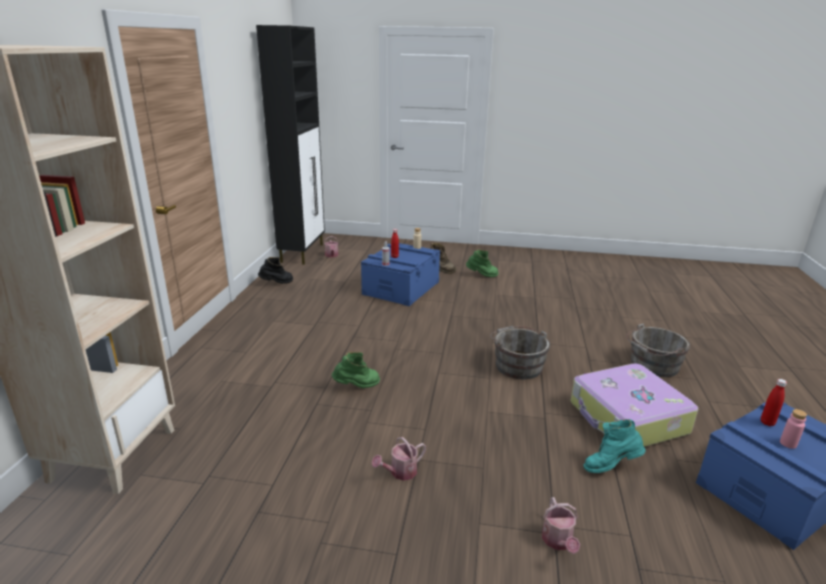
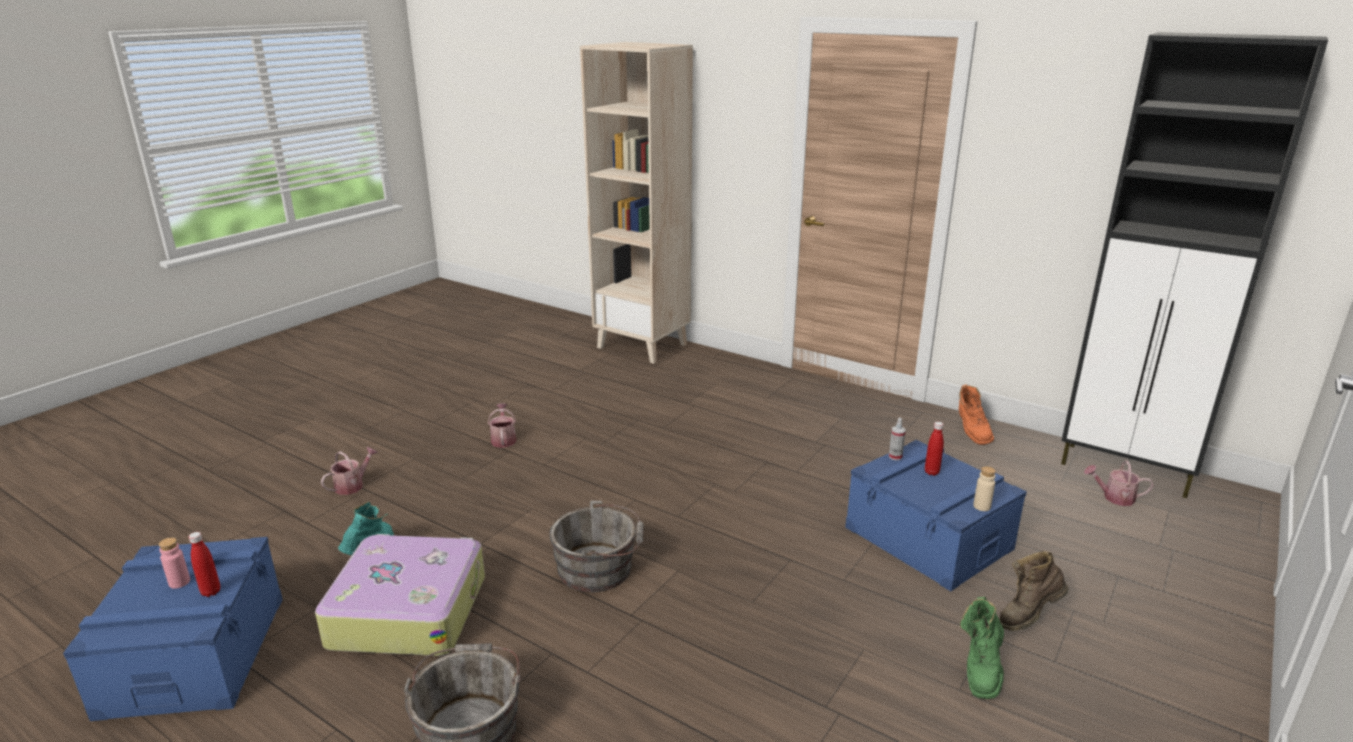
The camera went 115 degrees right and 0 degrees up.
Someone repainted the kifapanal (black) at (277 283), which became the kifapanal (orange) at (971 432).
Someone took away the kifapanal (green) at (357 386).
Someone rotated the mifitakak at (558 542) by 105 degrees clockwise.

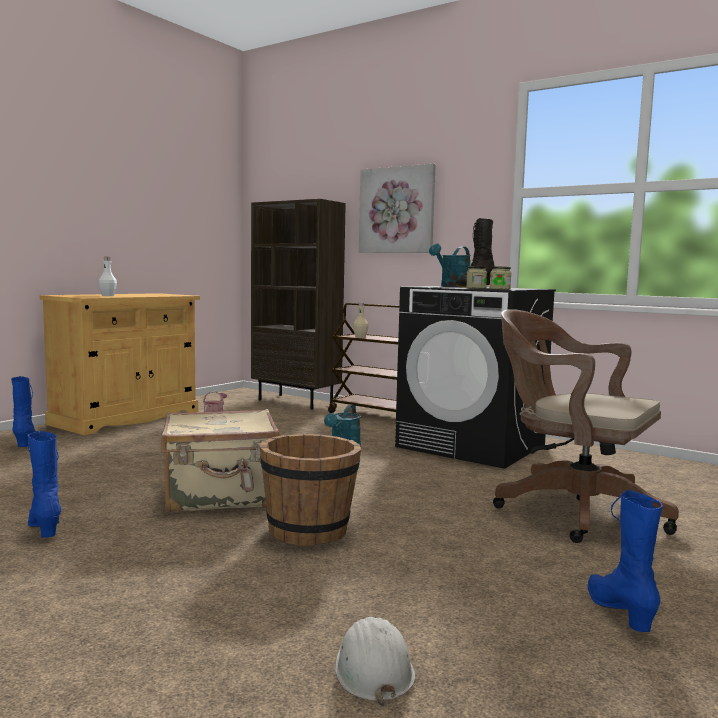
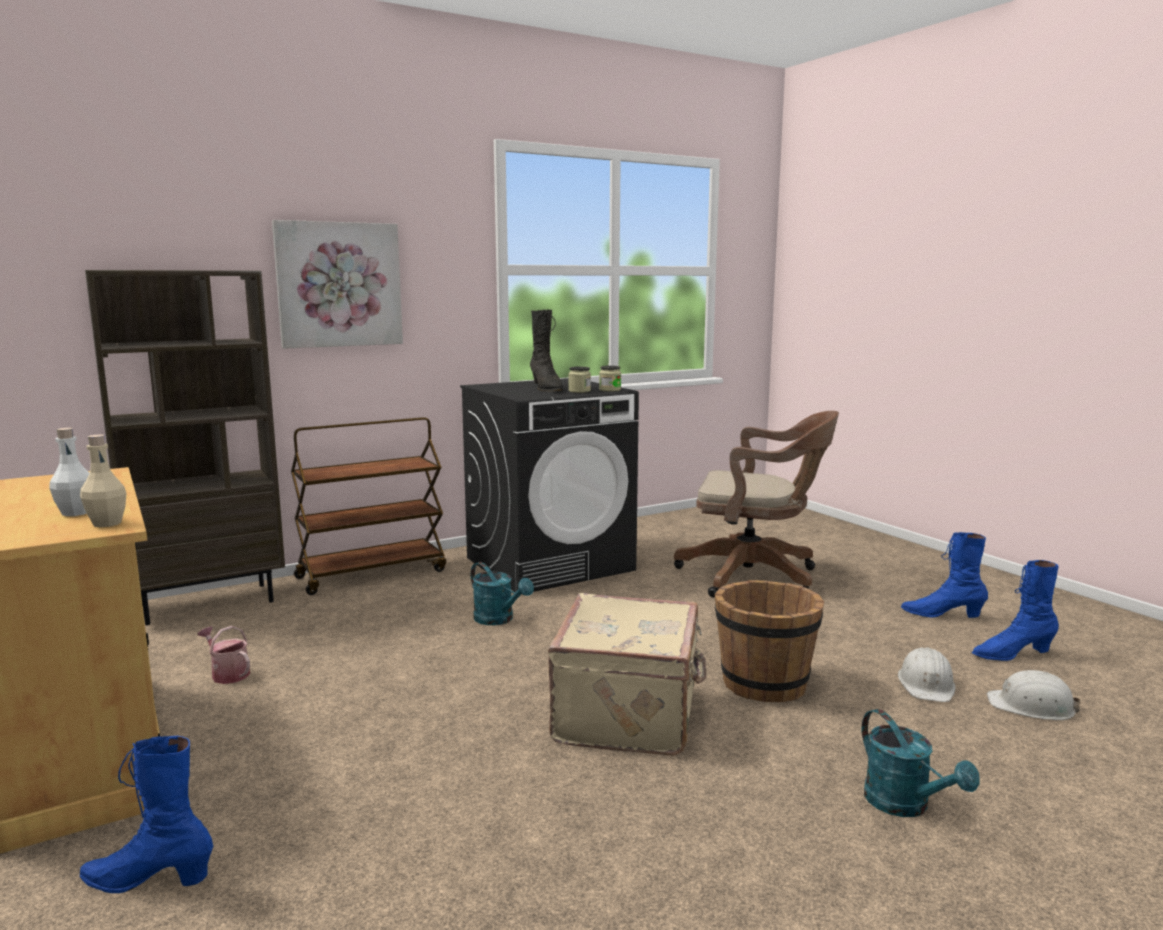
The camera went 65 degrees left and 5 degrees up.
Someone carried the kifapanal (blue) from (45 528) to (1012 654).
Someone carried the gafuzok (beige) from (360 337) to (107 523).
Someone carried the mifitakak (turquoise) from (452 286) to (905 805).
Someone rotated the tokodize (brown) at (571 509) by 135 degrees counterclockwise.
Someone put down the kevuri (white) at (926 684).

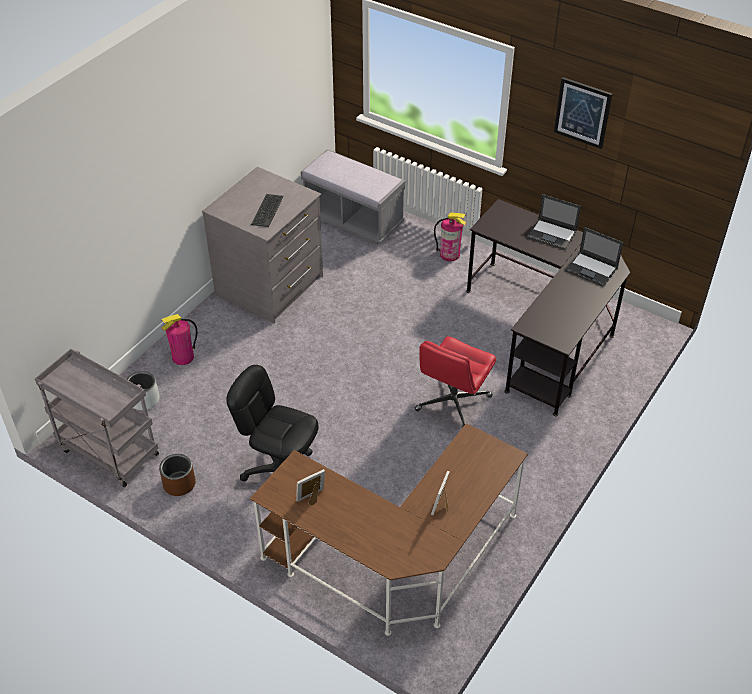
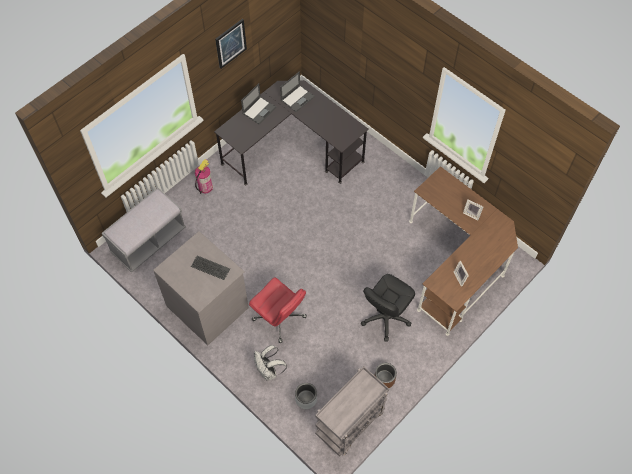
The camera went 80 degrees left and 15 degrees up.
Someone swapped the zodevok at (183 357) for the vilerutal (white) at (269 371).
Someone carried the tokodize (red) from (453 404) to (280 318).

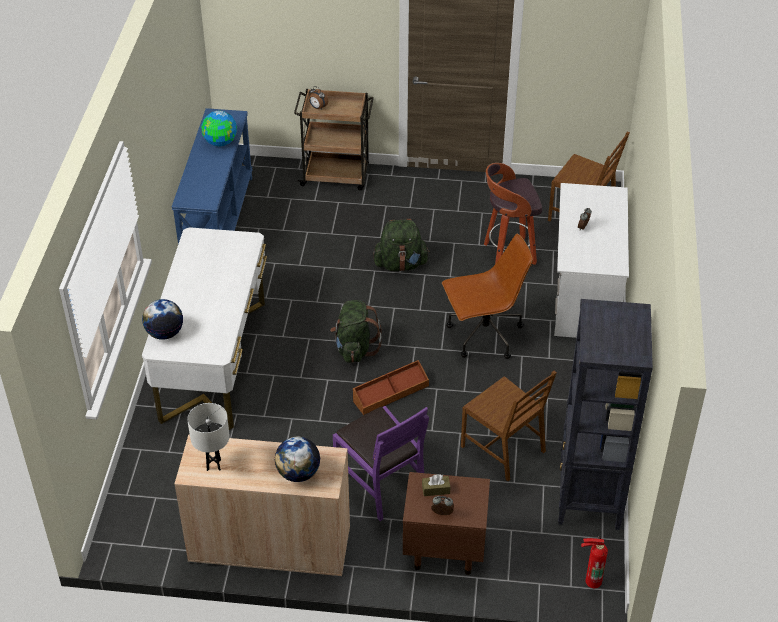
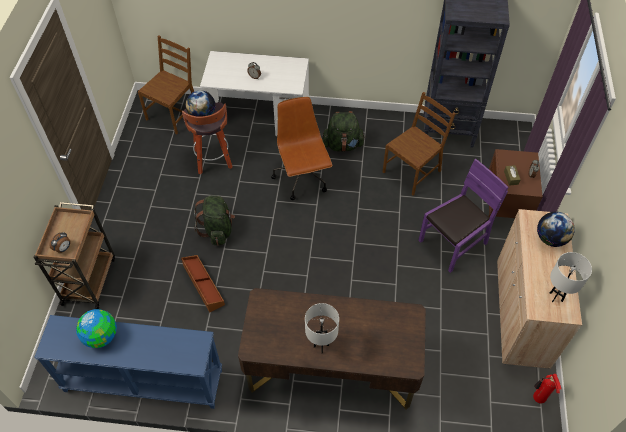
The camera went 90 degrees left and 10 degrees up.
Someone repainted the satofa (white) at (214 360), which became the satofa (brown) at (331 369).
Someone carried the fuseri from (165 333) to (202 115).
Someone carried the vilerutal (green) from (355 348) to (342 145).
Someone carried the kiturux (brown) from (390 393) to (202 285).
Someone carried the zodevok from (591 580) to (538 398).
Someone put down the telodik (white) at (321 346).

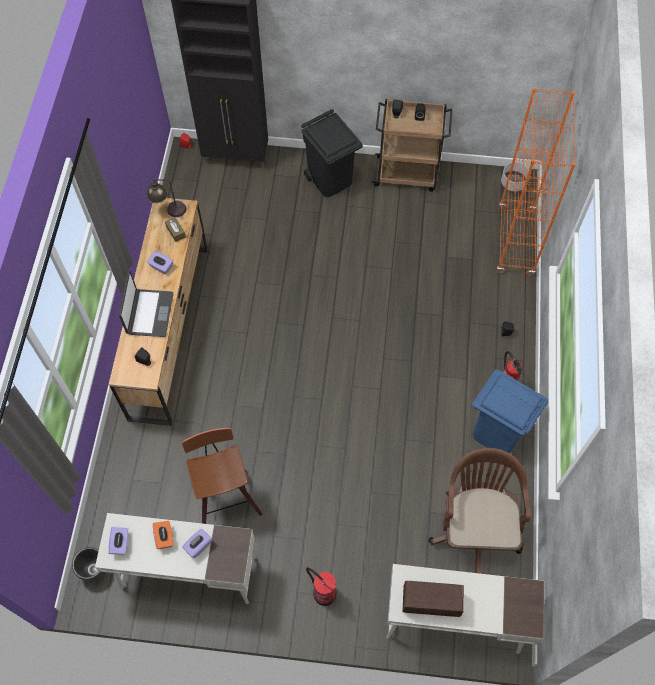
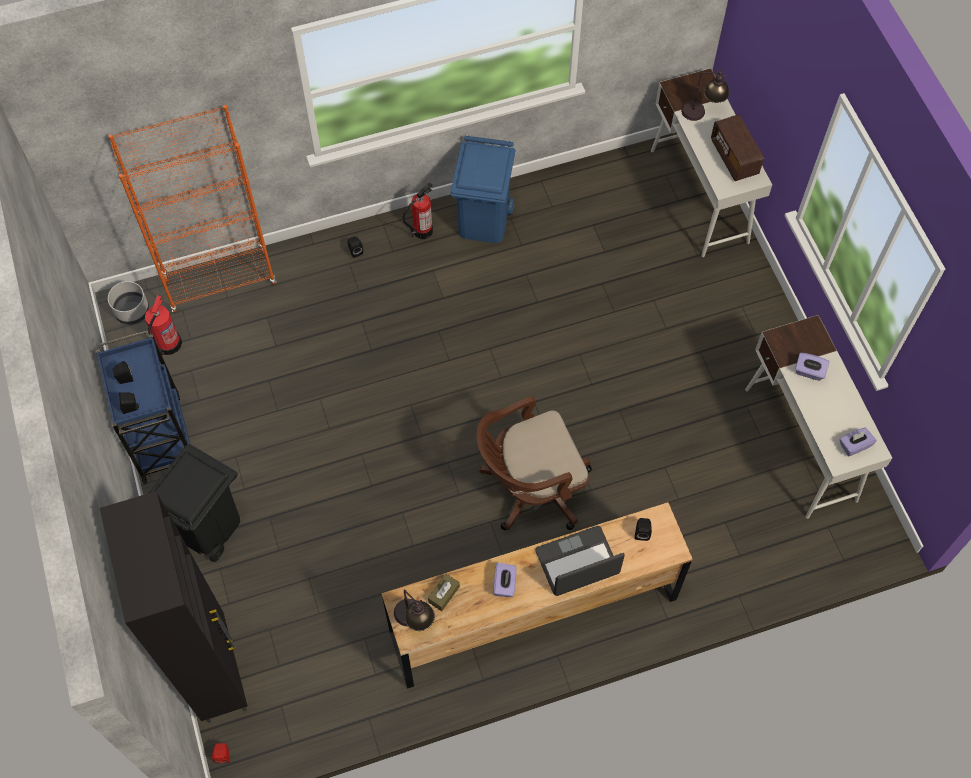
The camera went 115 degrees left and 0 degrees up.
Someone took away the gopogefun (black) at (94 570).
Someone took away the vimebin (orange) at (164 537).
Someone took away the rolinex at (225 498).
Someone carried the zodevok from (324 593) to (168 344).
Someone repainted the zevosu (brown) at (407 174), which became the zevosu (blue) at (161 436).
Someone carried the tokodize (brown) from (475 527) to (530 488).
Someone put down the telodik at (702 113).

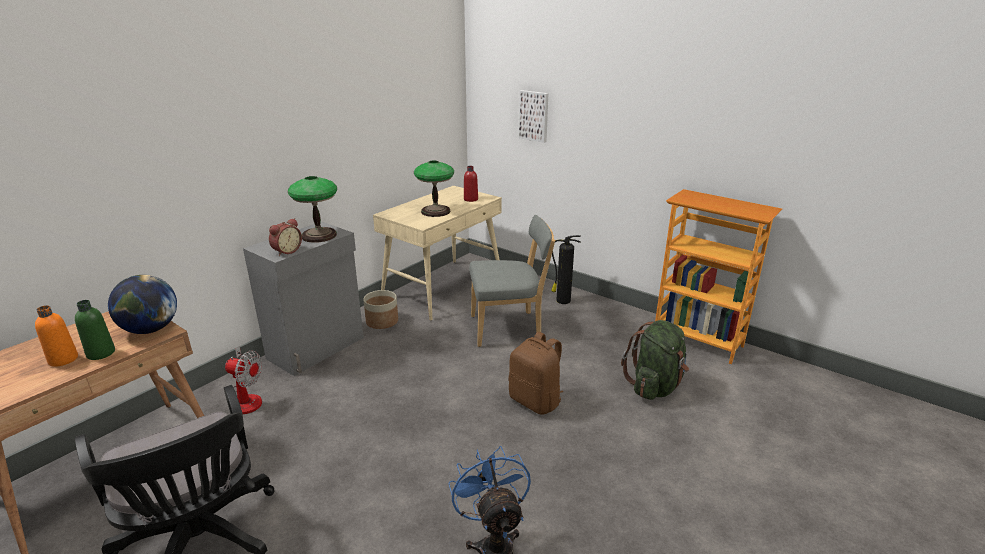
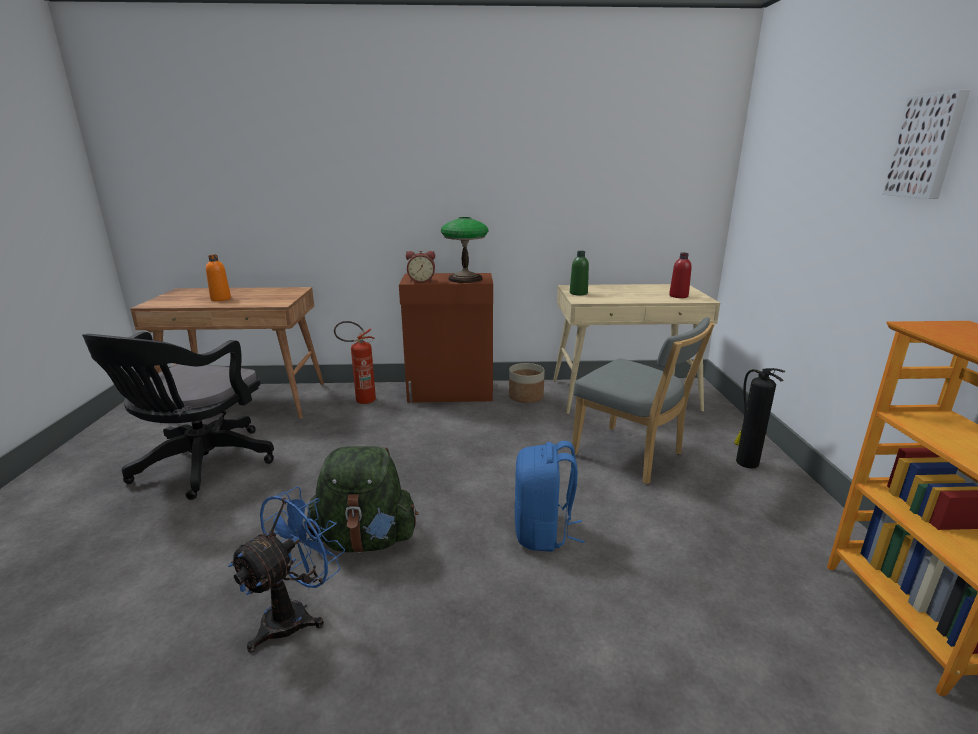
The camera went 50 degrees right and 5 degrees down.
Someone carried the gafuzok (green) from (101 353) to (578 293).
Someone took away the fuseri at (150 329).
Someone swapped the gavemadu at (246 398) for the zodevok at (360 401).
Someone repainted the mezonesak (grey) at (317 348), which became the mezonesak (brown) at (451 393).
Someone took away the telodik at (435 211).
Someone repainted the vilerutal (brown) at (536 401), which became the vilerutal (blue) at (543 532).
Someone carried the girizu from (534 116) to (927 146).
Someone carried the vilerutal (green) from (655 386) to (365 539).

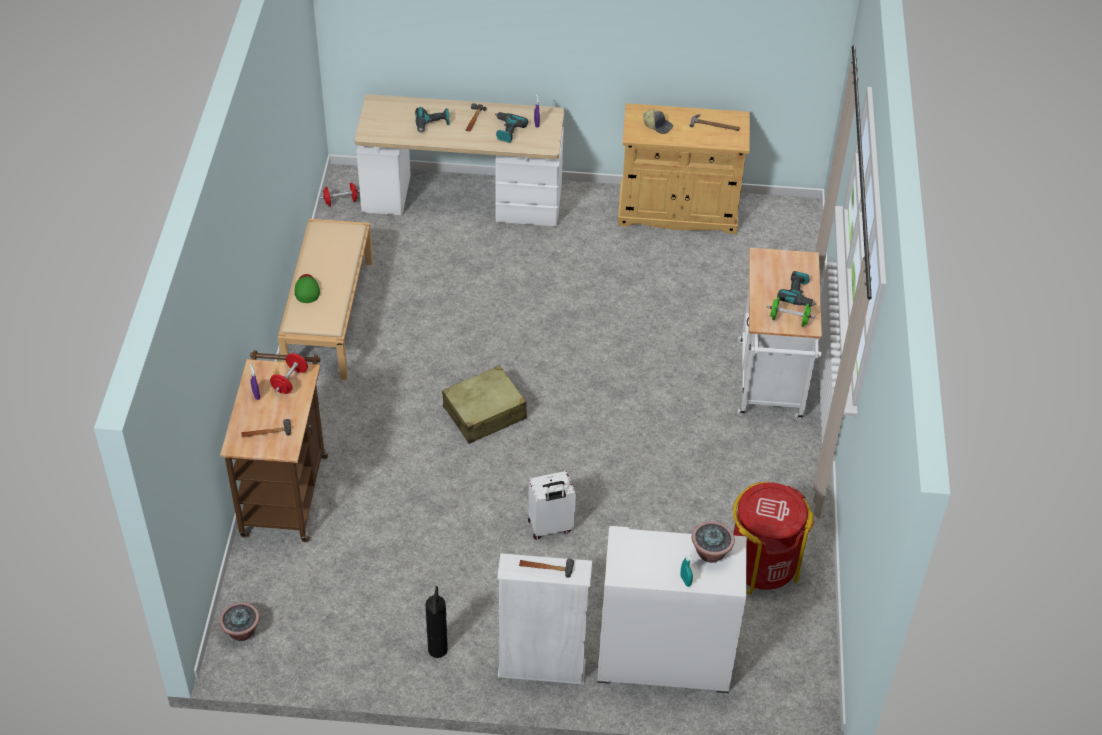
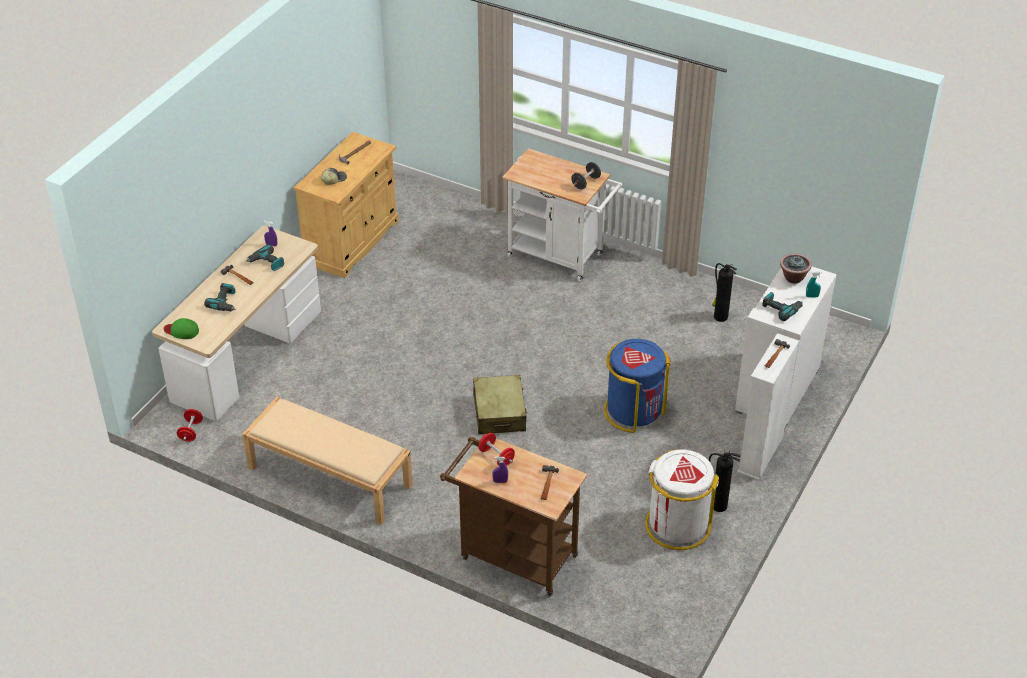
The camera went 65 degrees left and 5 degrees down.
Someone took away the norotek at (241 632).
Someone carried the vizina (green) from (307 289) to (182 331).
Someone swapped the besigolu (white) at (550 527) for the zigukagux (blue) at (633 410).
Someone swapped the zigukagux (red) at (761 565) for the zodevok at (720 316).
Someone repainted the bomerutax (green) at (789 319), which became the bomerutax (black) at (585 182).
Someone carried the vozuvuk from (798 295) to (781 309).
Someone put down the zigukagux (white) at (677 525).

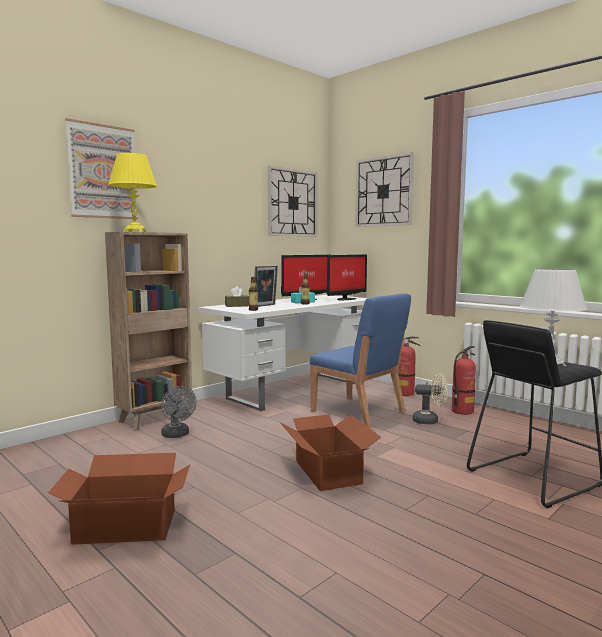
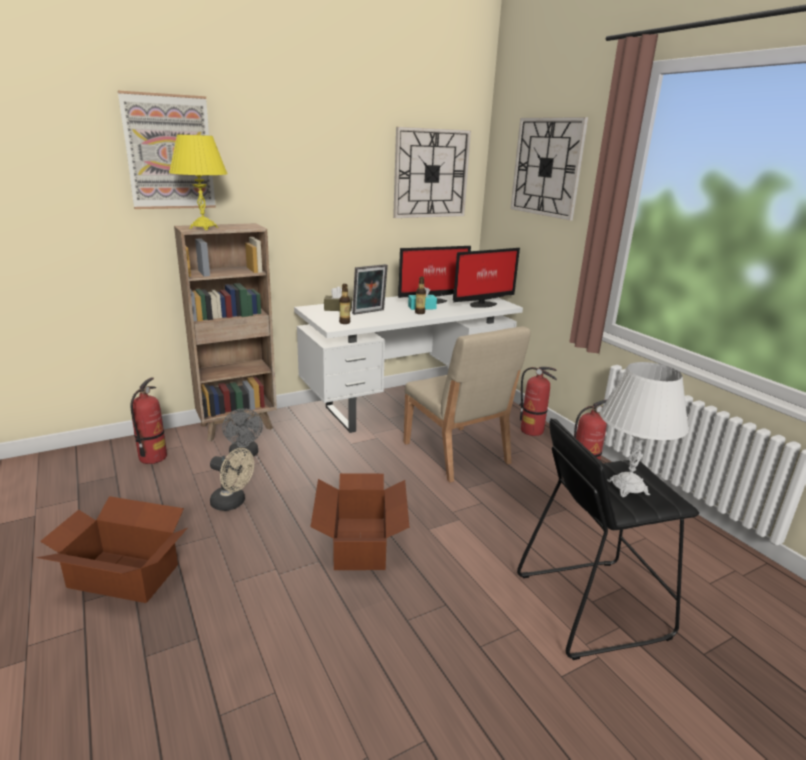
The camera went 15 degrees right and 15 degrees up.
Someone repainted the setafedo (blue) at (358 412), which became the setafedo (beige) at (456 453).
Someone carried the gavemadu (beige) from (430 421) to (233 503).
Someone put down the zodevok at (153 457).

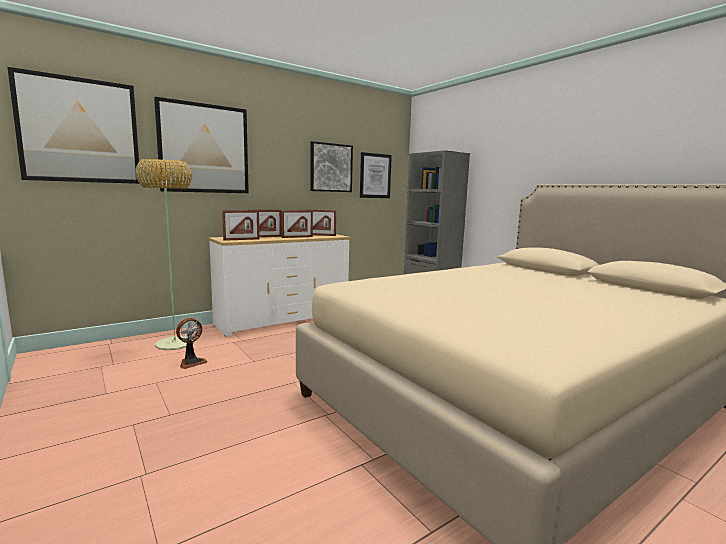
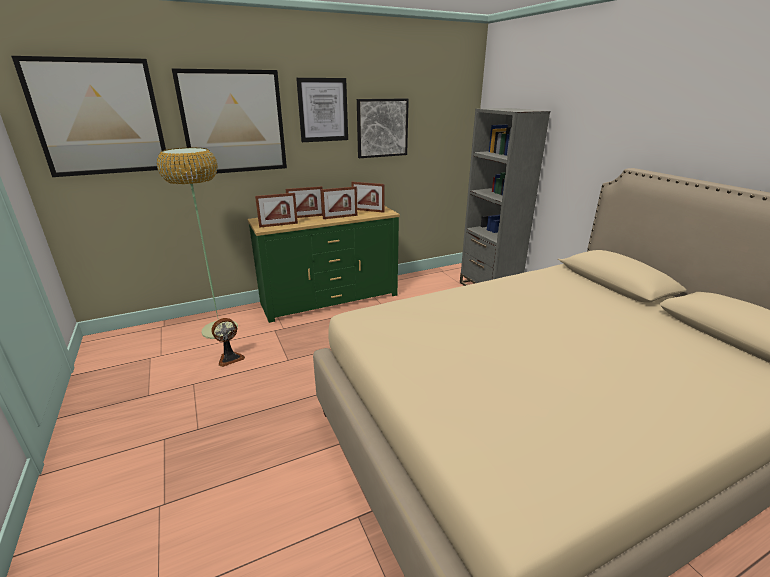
The camera went 10 degrees right and 15 degrees up.
Someone repainted the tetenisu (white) at (283 320), which became the tetenisu (green) at (330 299).
Someone carried the girizu from (375 176) to (323 110).

